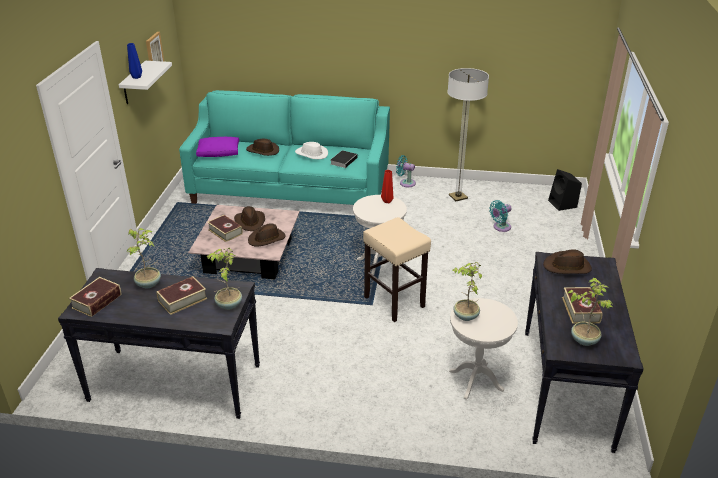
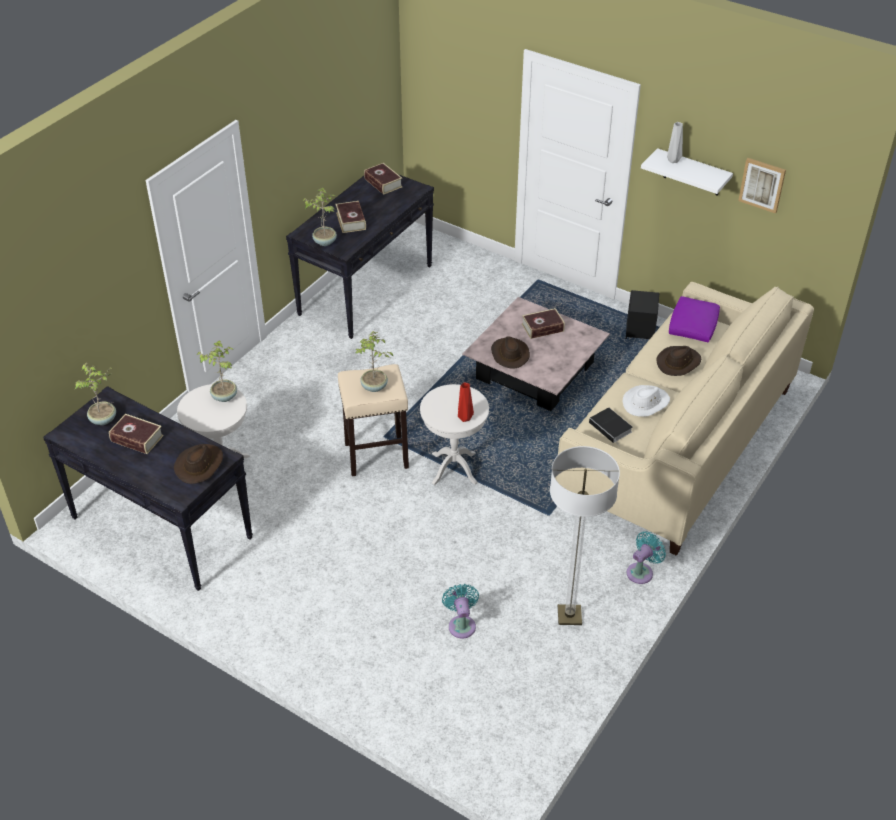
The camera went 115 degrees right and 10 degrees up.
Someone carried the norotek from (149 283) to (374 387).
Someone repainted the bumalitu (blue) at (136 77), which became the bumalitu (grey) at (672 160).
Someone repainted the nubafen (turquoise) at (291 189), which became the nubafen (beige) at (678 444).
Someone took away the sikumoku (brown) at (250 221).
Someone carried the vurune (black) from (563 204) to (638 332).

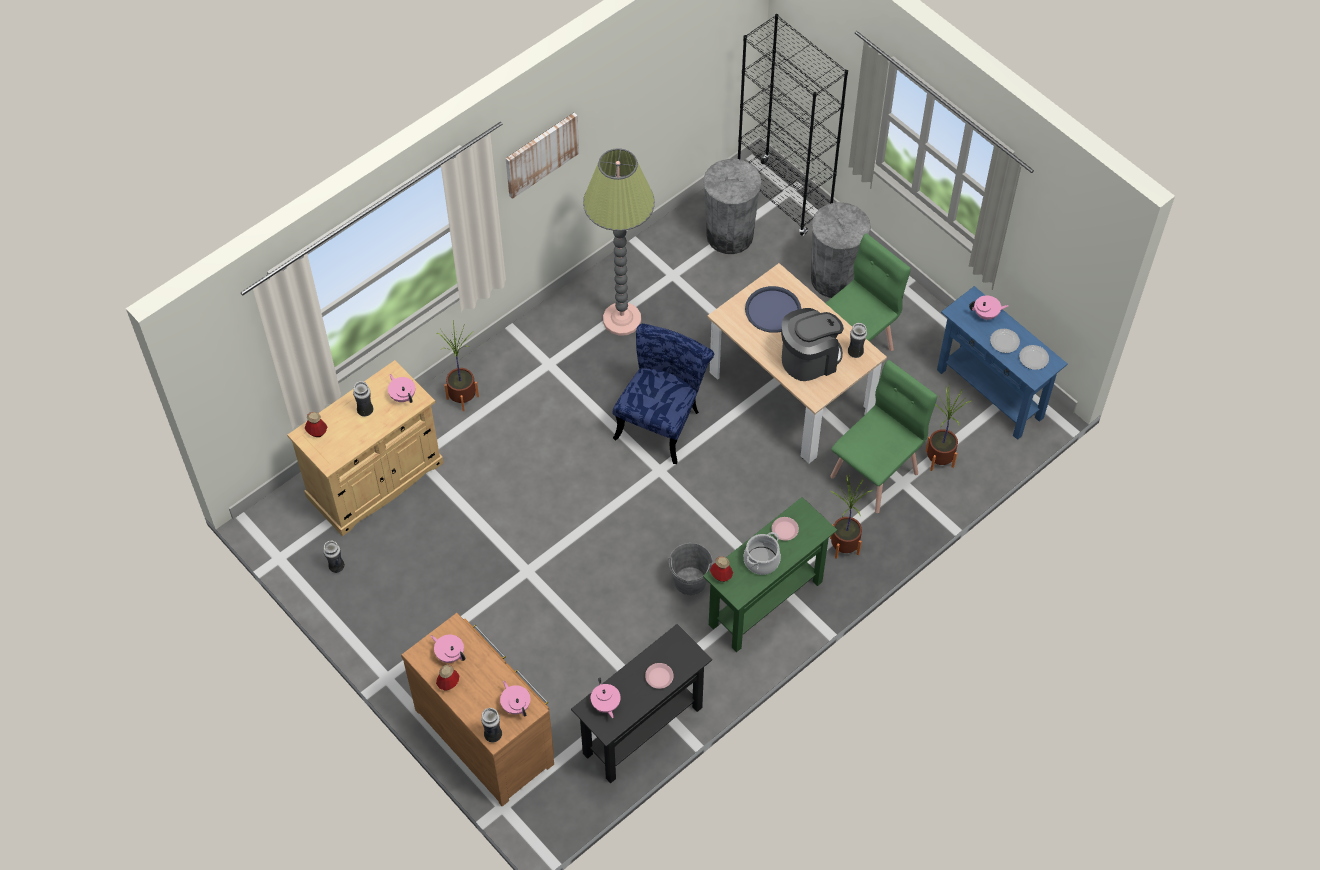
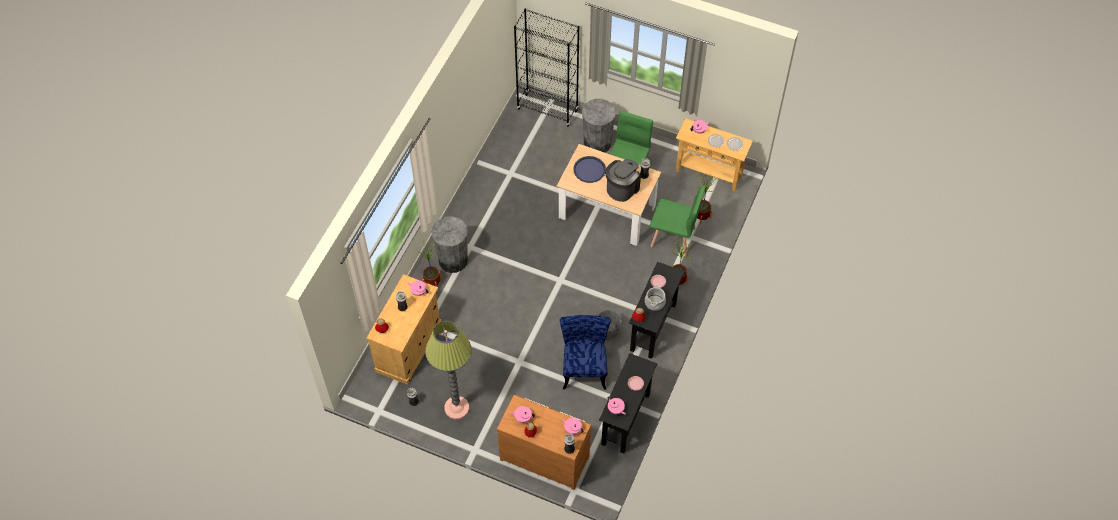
The camera went 25 degrees left and 0 degrees up.
Someone took away the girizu at (541 154).
Someone carried the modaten from (622 319) to (456 408).
Someone carried the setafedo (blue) from (662 420) to (584 366).
Someone carried the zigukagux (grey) from (730 235) to (453 260).
Someone repainted the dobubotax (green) at (765 603), which became the dobubotax (black) at (653 327).
Someone rotated the setafedo (green) at (875 474) by 90 degrees clockwise.
Someone repainted the dobubotax (blue) at (990 394), which became the dobubotax (beige) at (708 173).

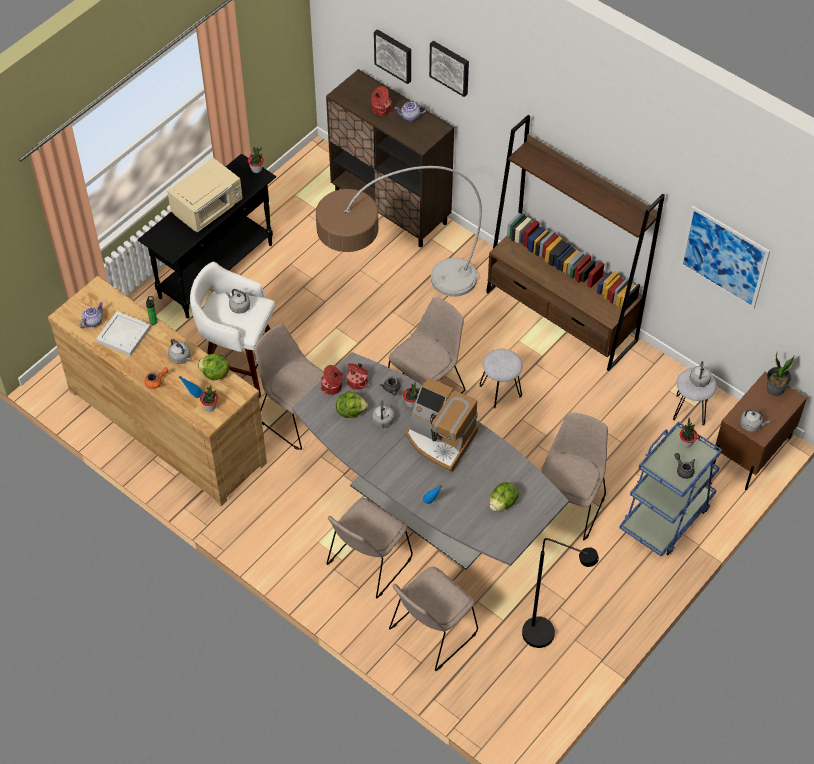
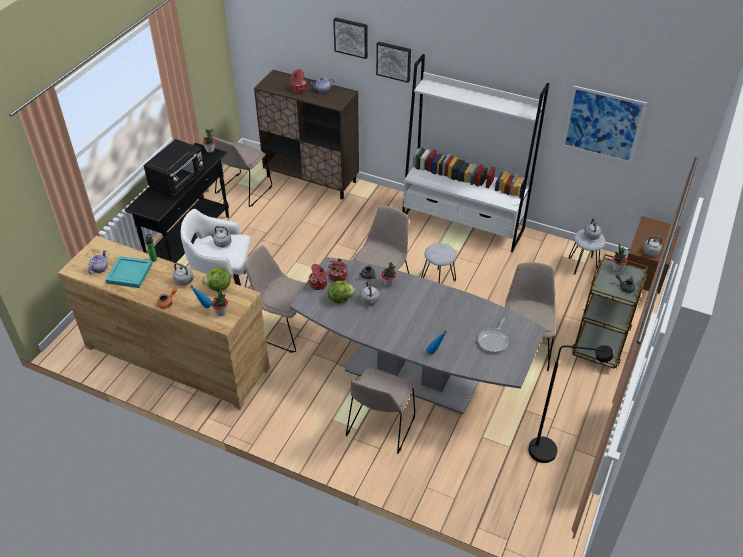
The camera went 15 degrees left and 10 degrees down.
Someone repainted the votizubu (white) at (124 335), which became the votizubu (turquoise) at (130 274).
Someone repainted the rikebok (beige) at (208 209), which became the rikebok (black) at (178 180).
Someone took away the modaten at (393 295).
Someone carried the girizu from (394 55) to (394 61).
Someone carried the setafedo (beige) from (431 633) to (242 191).
Someone took away the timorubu at (440 439).
Someone repainted the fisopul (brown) at (561 316), which became the fisopul (white) at (463 224).
Someone swapped the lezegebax at (502 503) for the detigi at (493 341).
Someone repainted the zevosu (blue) at (666 516), which became the zevosu (brown) at (601 340).
Someone took away the norotek at (775 389).

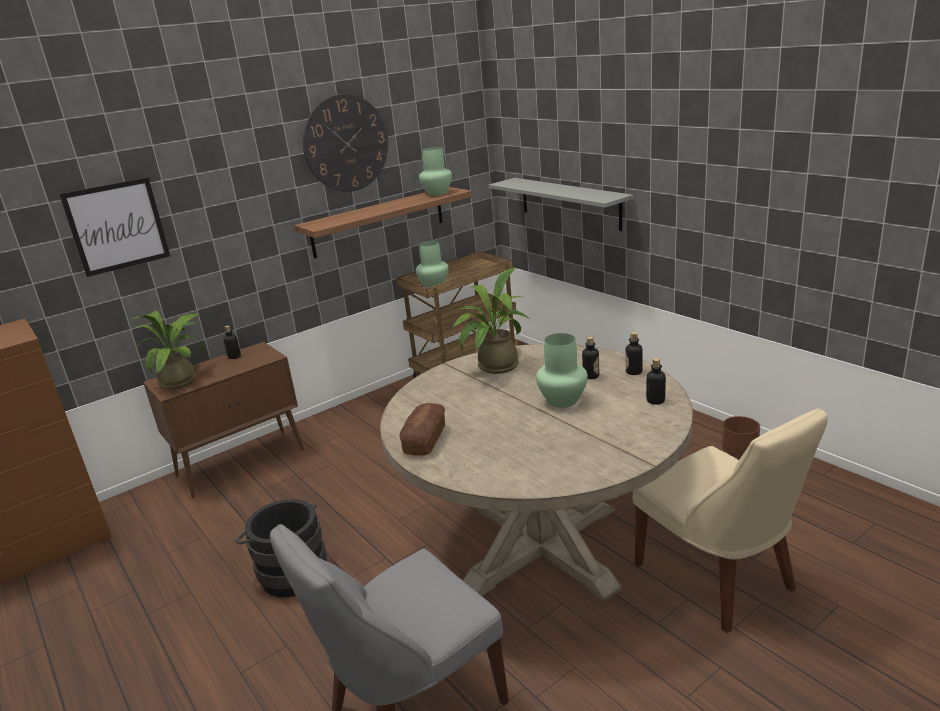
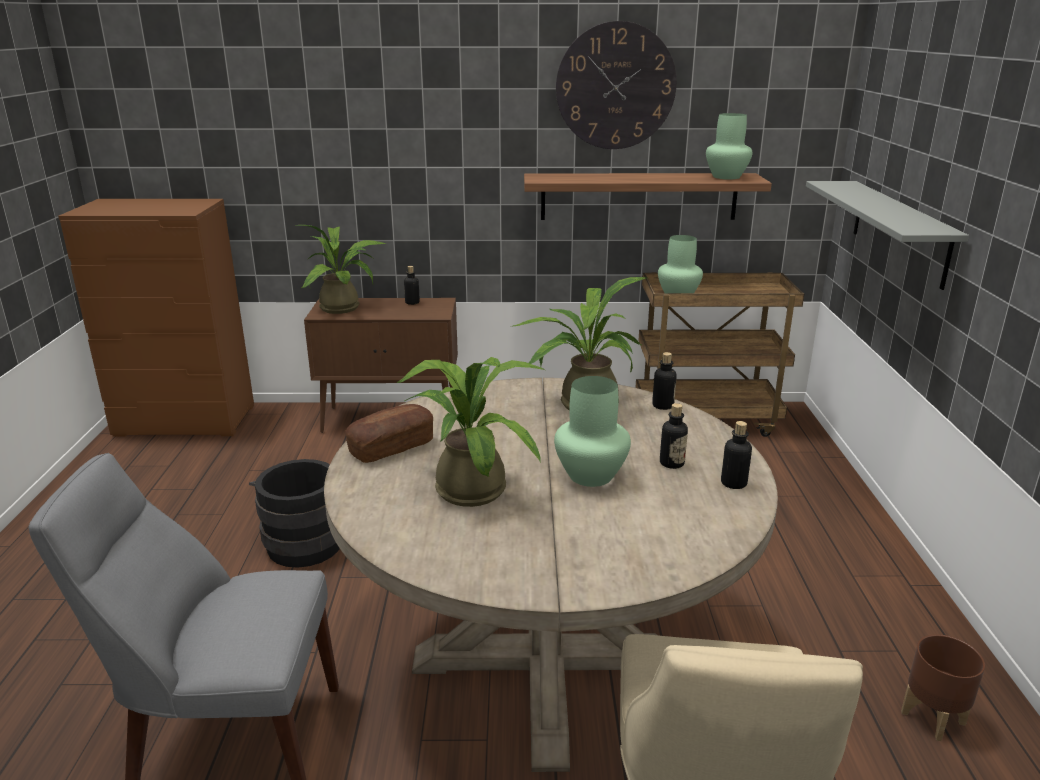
The camera went 35 degrees right and 0 degrees up.
Someone took away the girizu at (117 226).
Someone carried the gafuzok from (655 401) to (663 405).
Someone put down the norotek at (469 485).

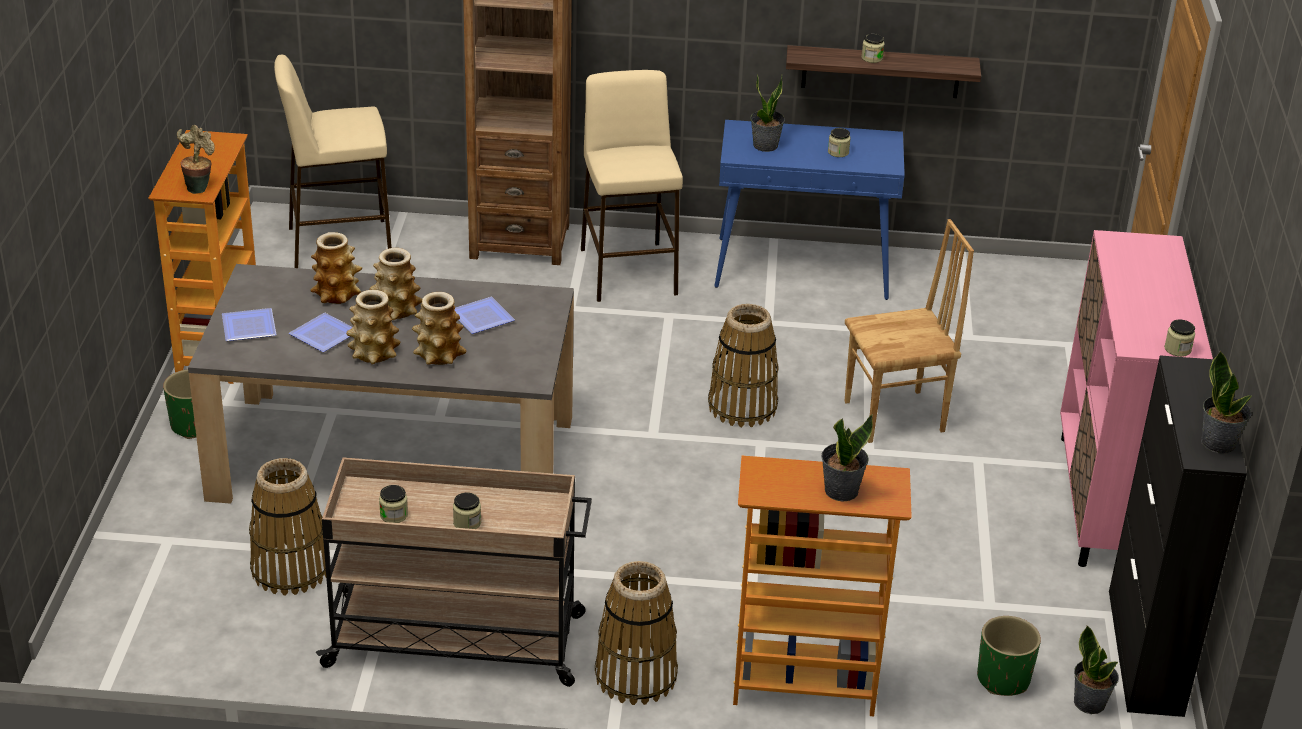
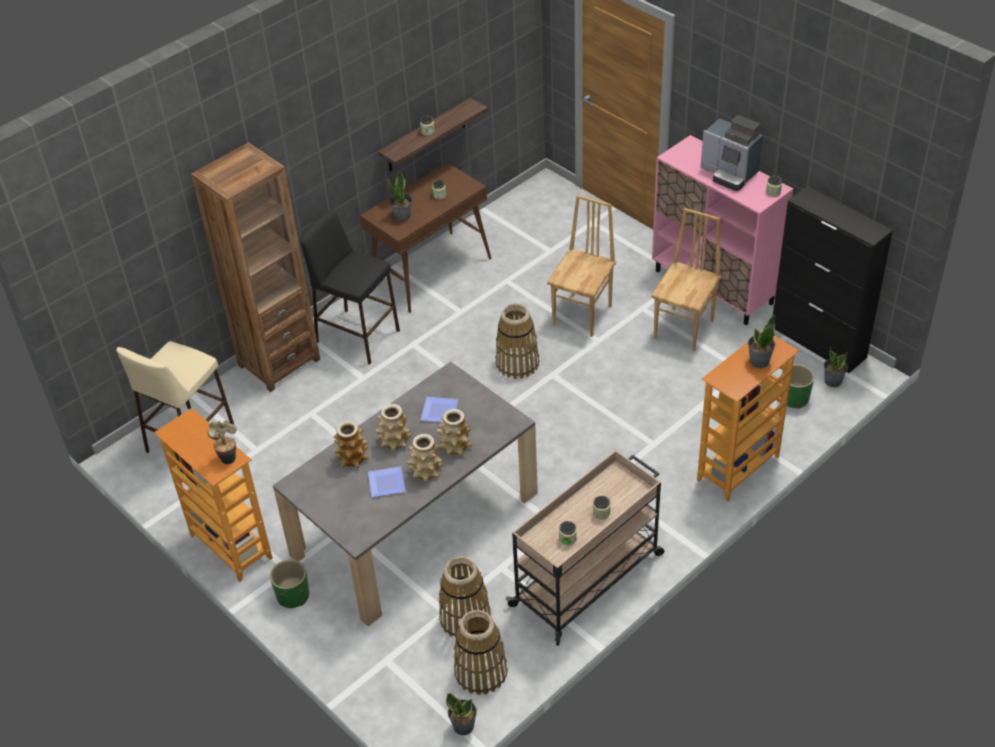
The camera went 45 degrees left and 10 degrees up.
Someone took away the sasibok at (250 326).
Someone repainted the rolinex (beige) at (628 271), which became the rolinex (black) at (357 336).
Someone carried the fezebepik from (636 676) to (481 672).
Someone repainted the dobubotax (blue) at (803 268), which became the dobubotax (brown) at (431 271).
Someone carried the norotek from (1218 443) to (463 725).
Someone put down the setafedo (brown) at (685 329).
Someone put down the timorubu at (729 174).

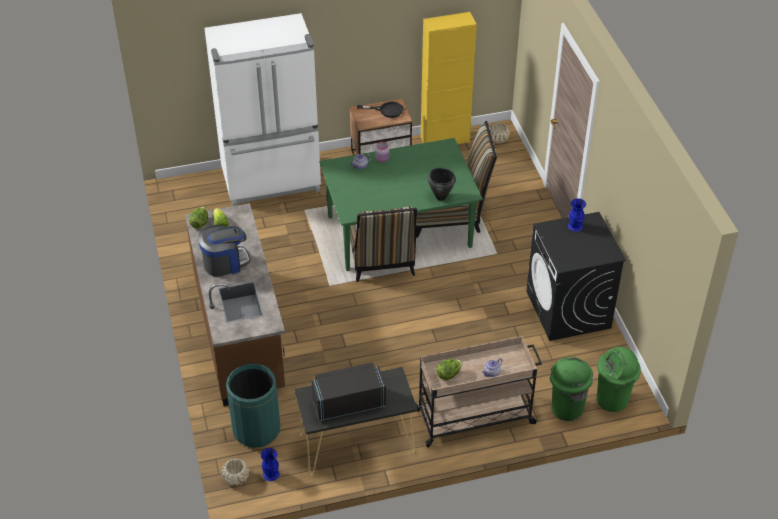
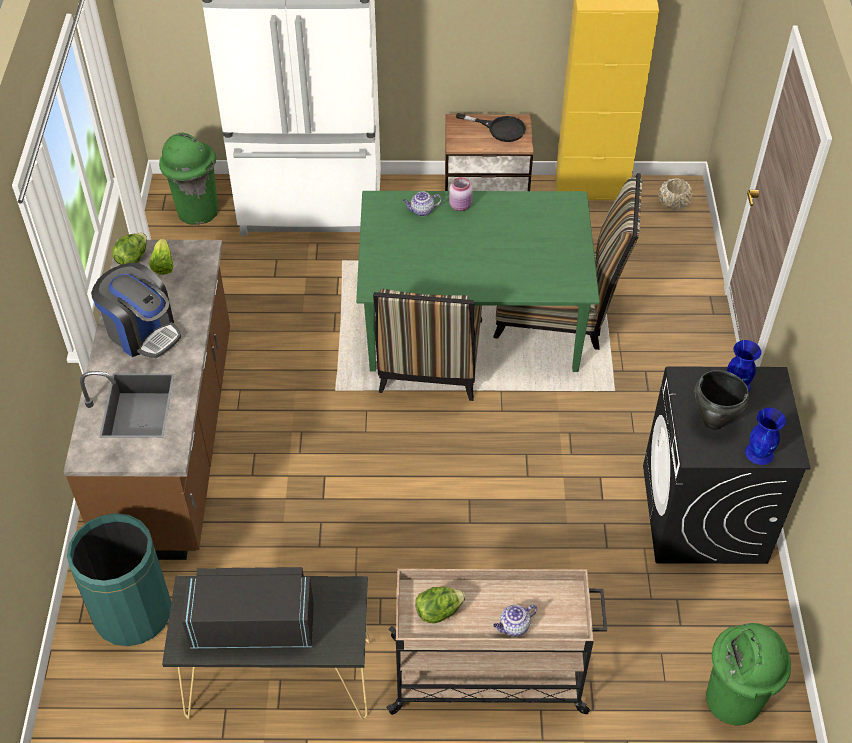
The camera went 15 degrees right and 5 degrees up.
Someone rotated the timorubu at (225 262) by 45 degrees clockwise.
Someone took away the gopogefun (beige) at (236 477).
Someone carried the bumalitu (blue) from (271 474) to (760 453).
Someone carried the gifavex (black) from (440 196) to (713 421).
Someone carried the zigukagux (green) from (566 408) to (197 211).

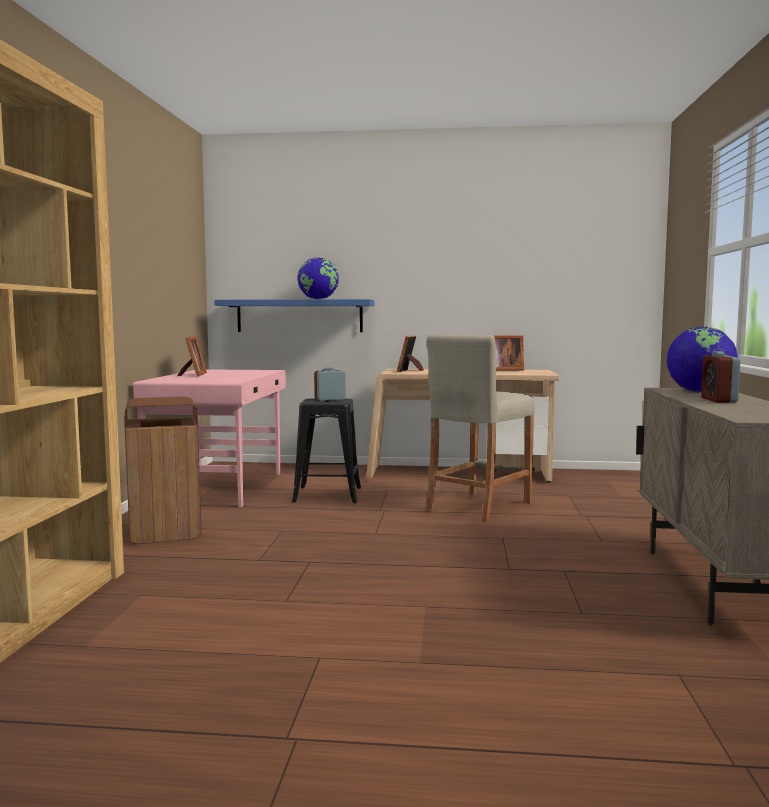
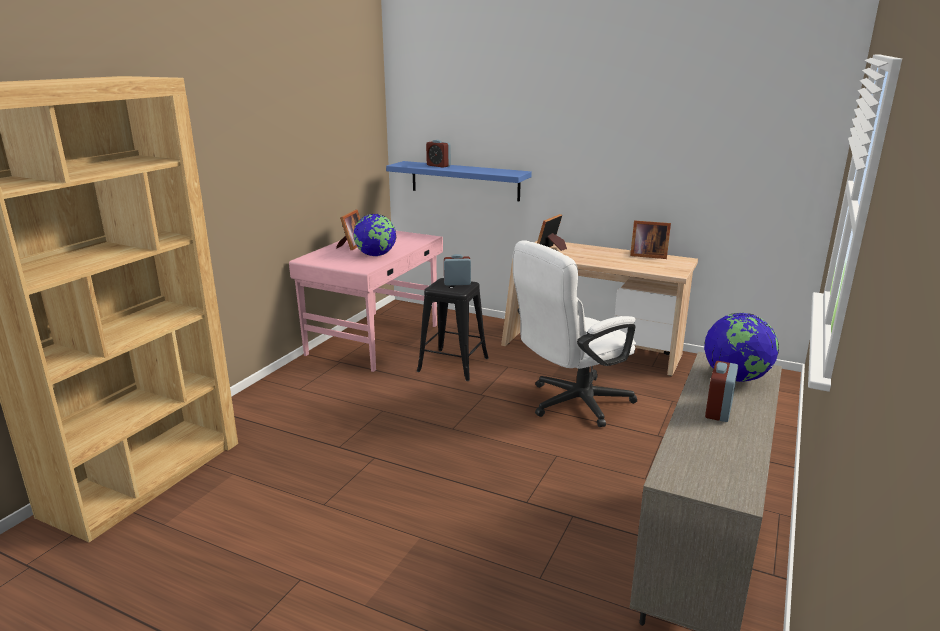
The camera went 20 degrees right and 15 degrees up.
Someone took away the zigukagux (brown) at (166 531).
Someone carried the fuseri from (318 299) to (376 255).
Someone swapped the rolinex (beige) at (478 506) for the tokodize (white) at (571 404).
Someone put down the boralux at (438 165).

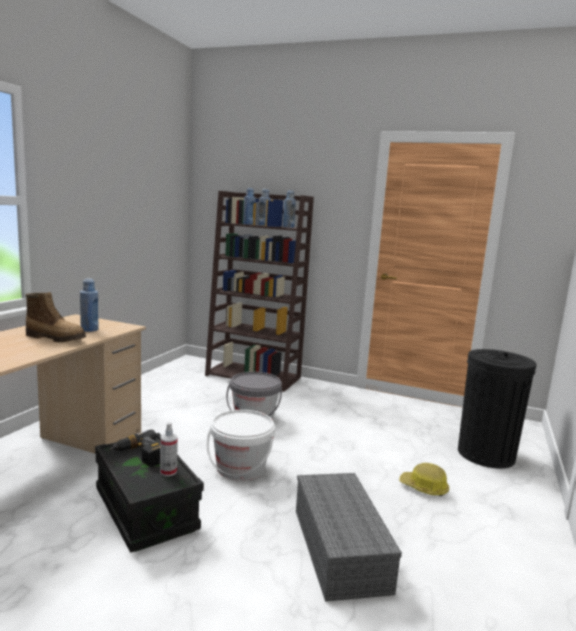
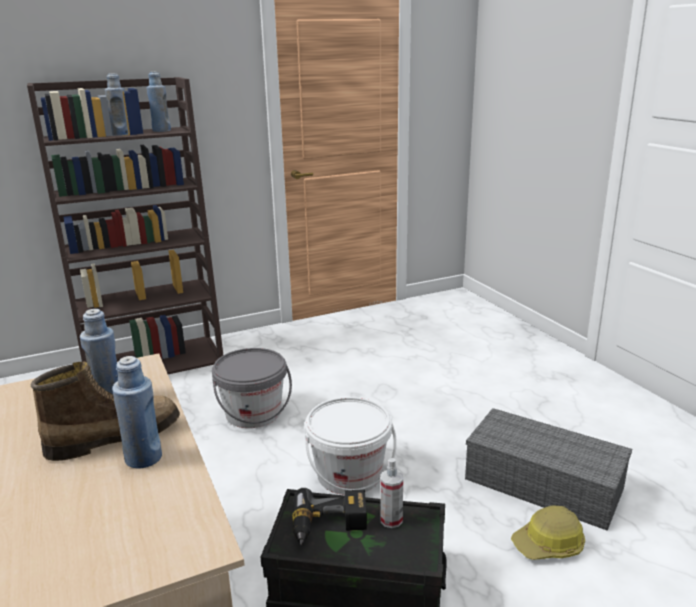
The camera went 45 degrees left and 10 degrees up.
Someone carried the gafuzok (blue) from (248 224) to (144 458).
Someone carried the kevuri from (424 488) to (549 545).
Someone took away the zigukagux (black) at (486 454).

